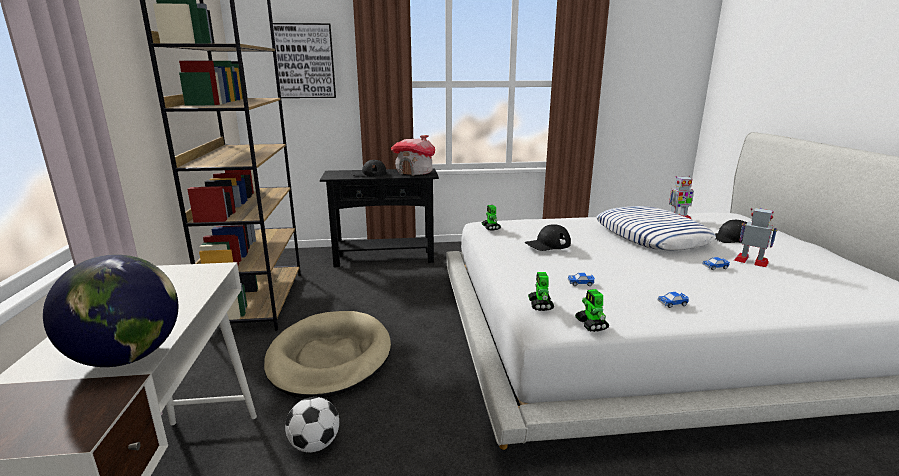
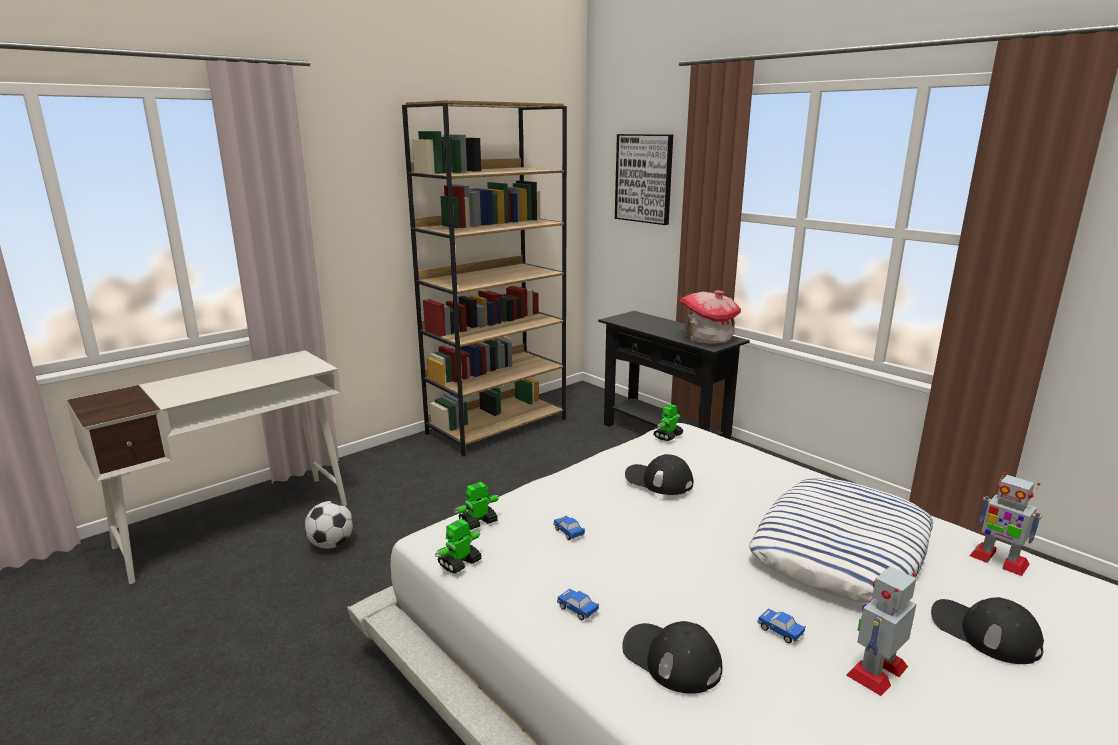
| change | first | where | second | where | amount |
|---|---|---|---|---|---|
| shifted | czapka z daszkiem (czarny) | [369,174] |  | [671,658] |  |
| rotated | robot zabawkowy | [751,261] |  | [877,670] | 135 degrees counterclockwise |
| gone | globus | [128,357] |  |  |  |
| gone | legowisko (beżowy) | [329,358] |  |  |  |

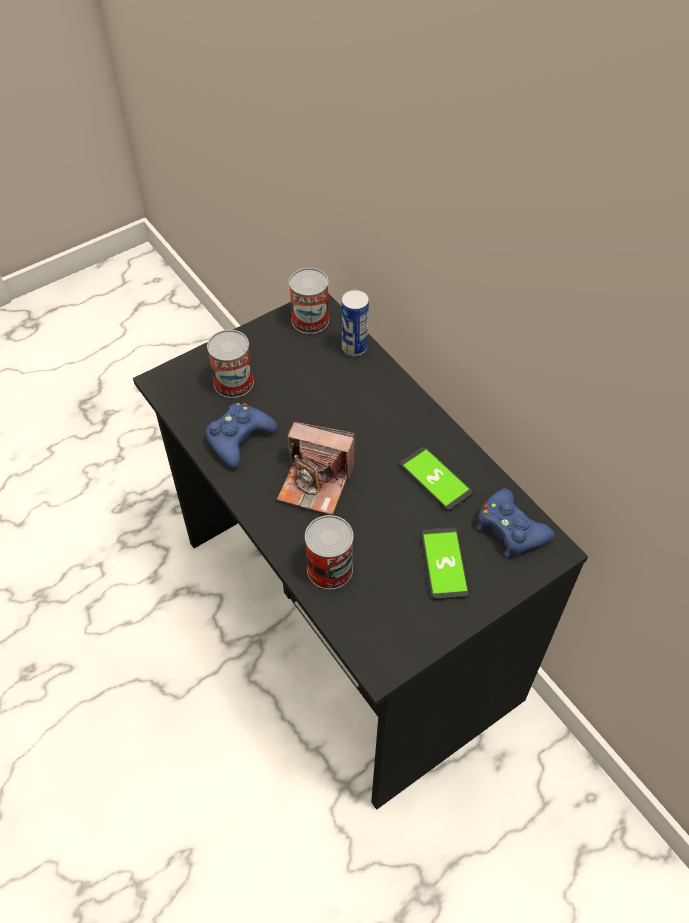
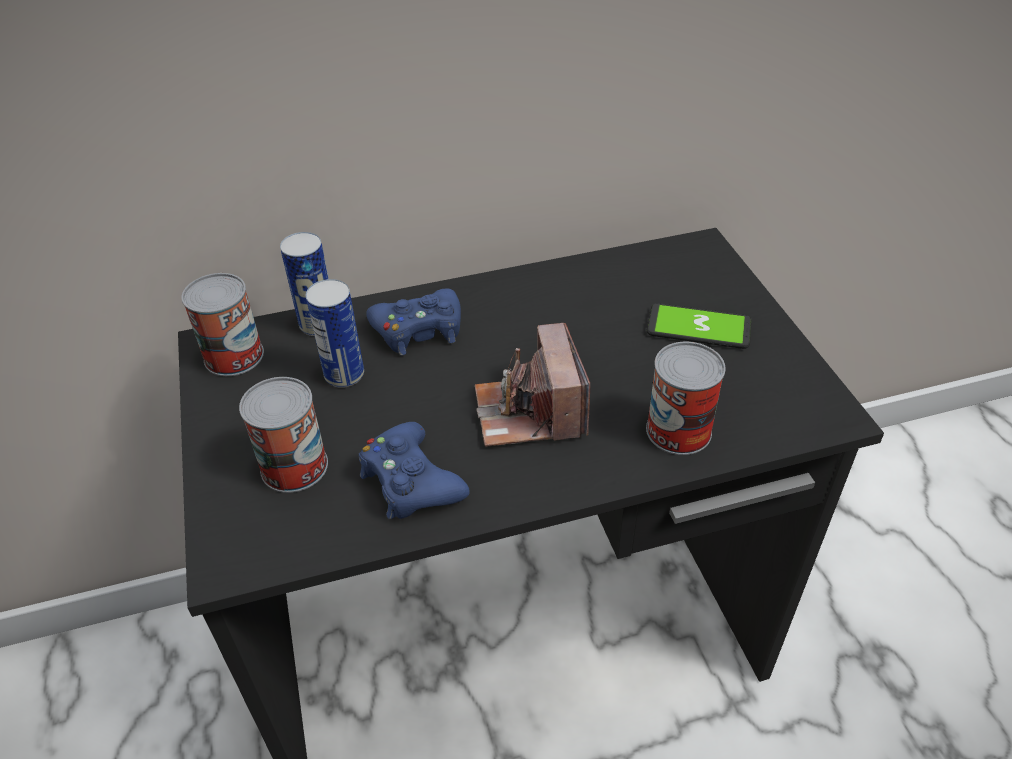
| change | first | where | second | where | amount |
|---|---|---|---|---|---|
| new |  |  | puszka | [344,375] |  |
| shifted | pad do gier (niebieski) | [510,529] |  | [419,330] |  |
| rotated | aparat fotograficzny | [316,482] |  | [529,413] | 135 degrees clockwise |
| gone | telefon | [435,479] |  |  |  |

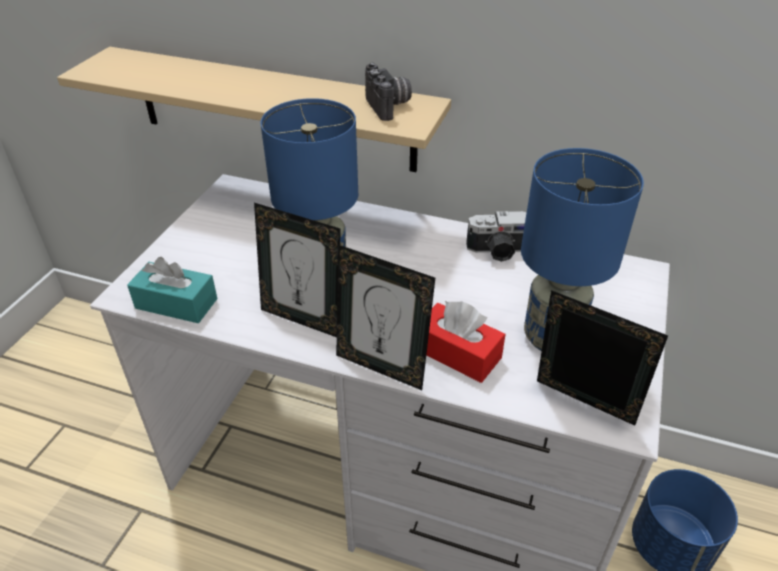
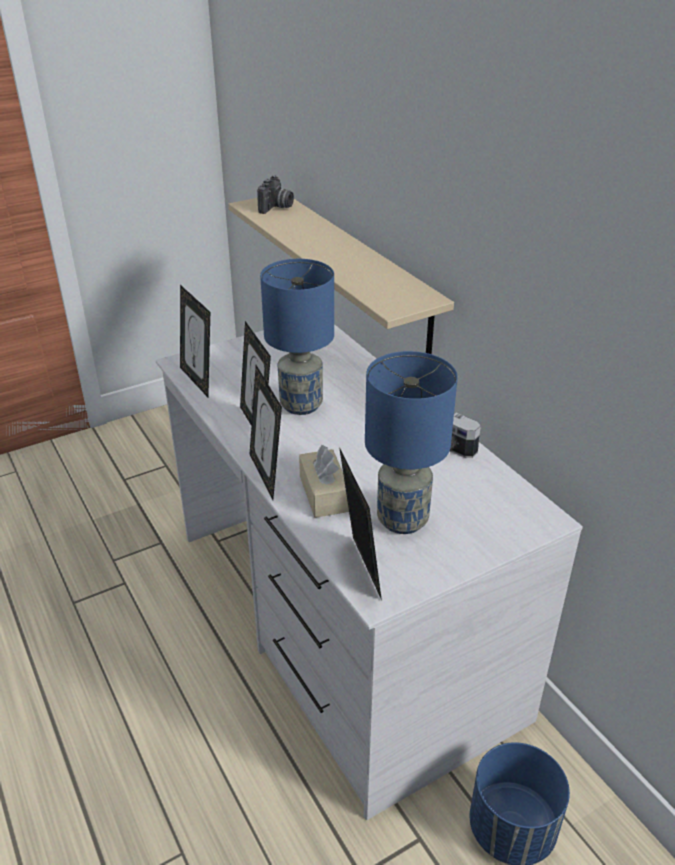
| change | first | where | second | where | amount |
|---|---|---|---|---|---|
| swapped | pudełko chusteczek (turkusowy) | [176,303] | ramka na zdjęcie | [198,380] |  |
| shifted | aparat fotograficzny | [389,106] |  | [276,208] |  |
| repainted | pudełko chusteczek (czerwony) | [457,353] | pudełko chusteczek (beżowy) | [324,493] |  |

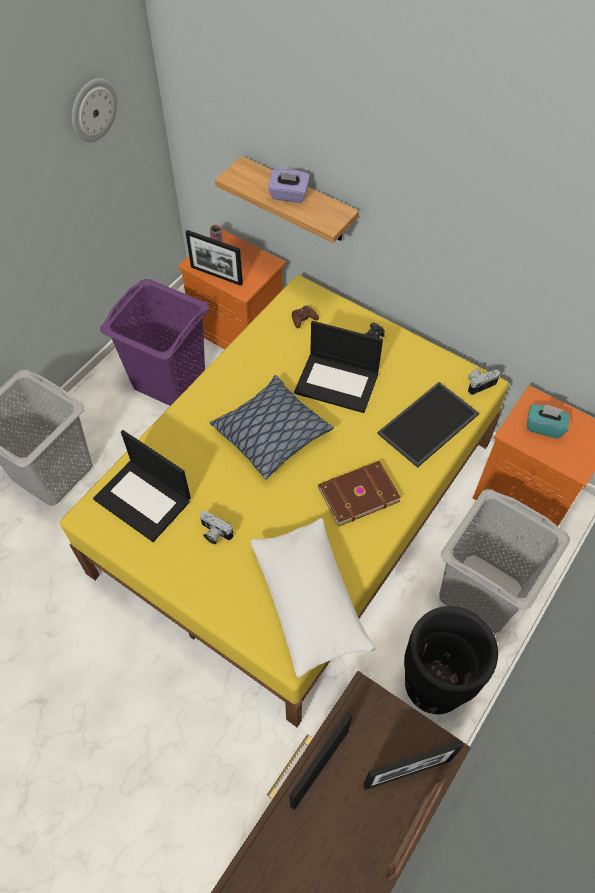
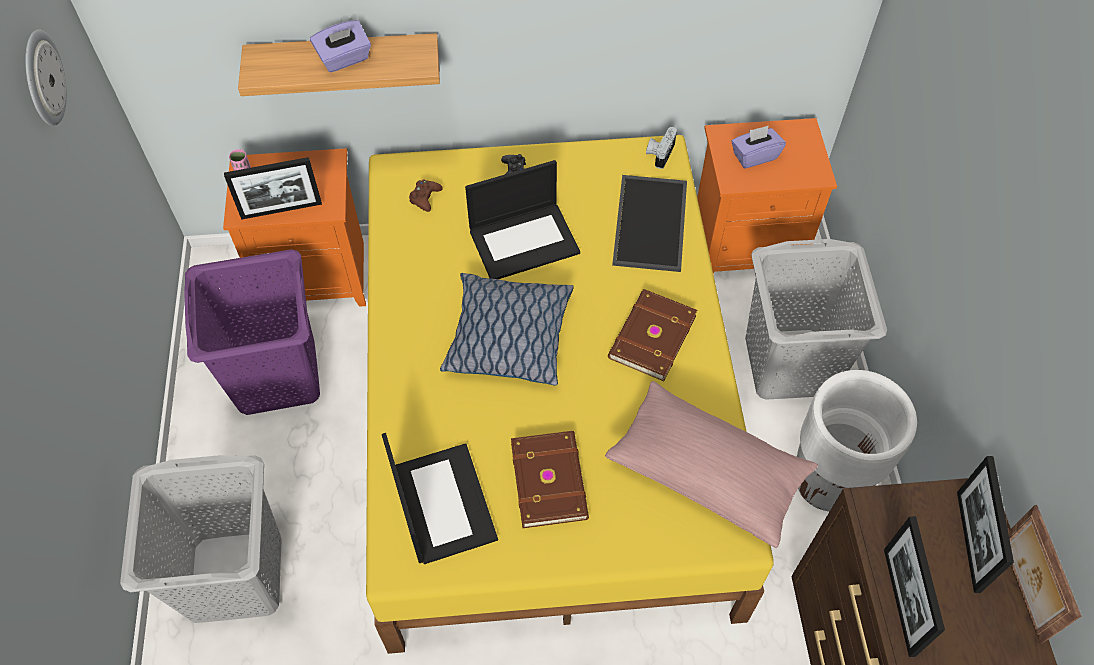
| change | first | where | second | where | amount |
|---|---|---|---|---|---|
| rotated | laptop | [144,499] |  | [441,502] | 105 degrees counterclockwise |
| swapped | aparat fotograficzny | [214,533] | książka (brązowy) | [550,480] |  |
| repainted | poduszka (biały) | [310,601] | poduszka (różowy) | [707,472] |  |
| repainted | pudełko chusteczek (turkusowy) | [544,427] | pudełko chusteczek (fioletowy) | [754,156] |  |
| repainted | donica (czarny) | [433,686] | donica (biały) | [827,482] |  |
| rotated | ramka na zdjęcie | [407,772] |  | [968,541] | 150 degrees clockwise |

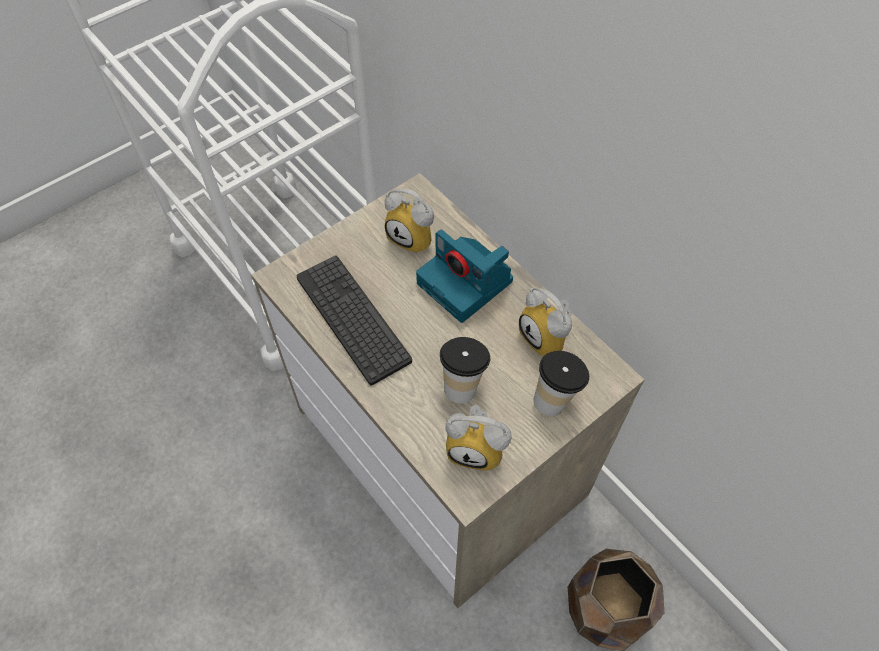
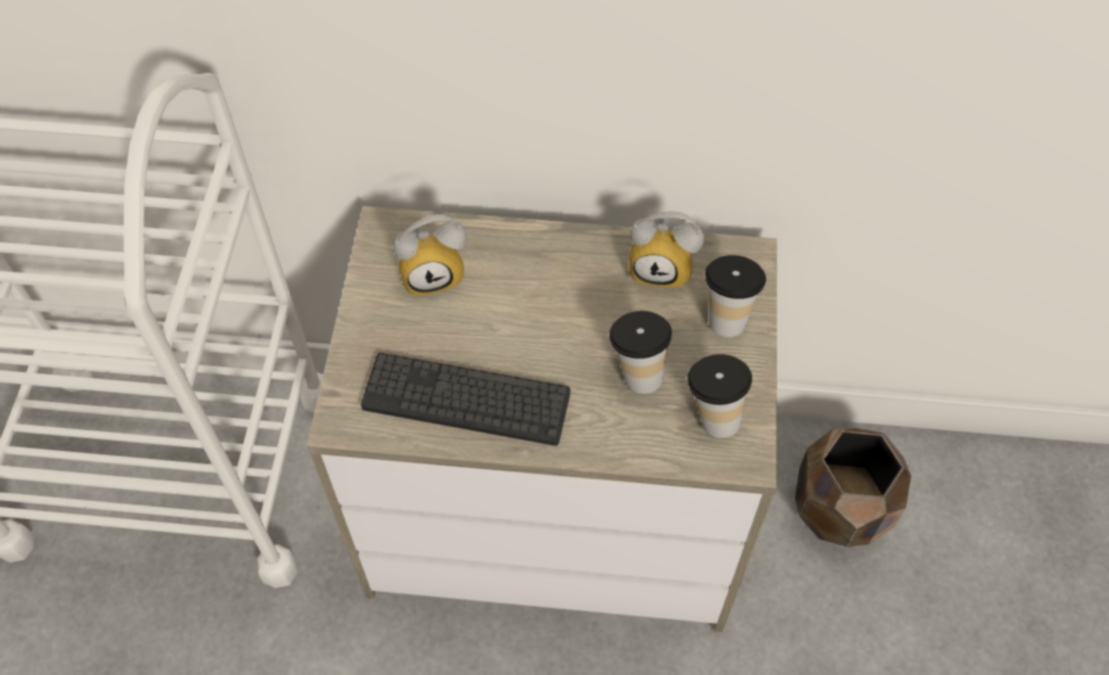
| change | first | where | second | where | amount |
|---|---|---|---|---|---|
| swapped | budzik | [477,448] | filiżanka | [712,414] |  |
| gone | aparat fotograficzny | [467,283] |  |  |  |

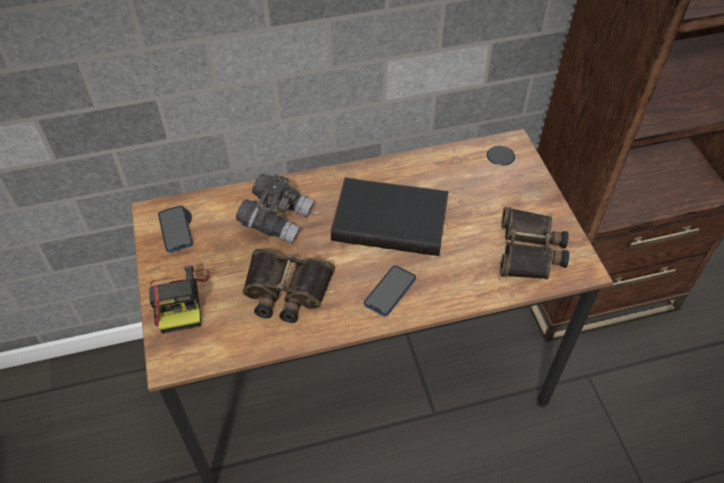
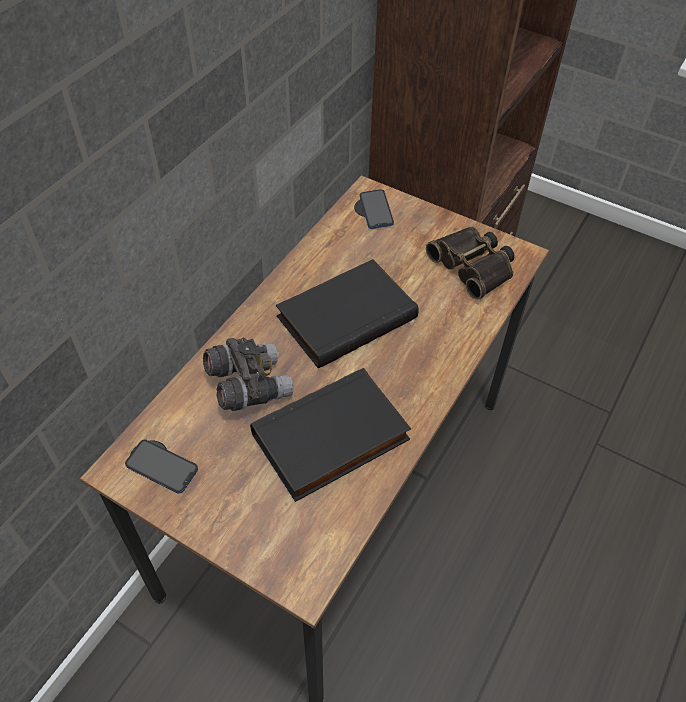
| change | first | where | second | where | amount |
|---|---|---|---|---|---|
| swapped | lornetka | [285,291] | książka (czarny) | [331,440] |  |
| shifted | telefon | [390,291] |  | [376,210] |  |
| gone | aparat fotograficzny | [180,300] |  |  |  |

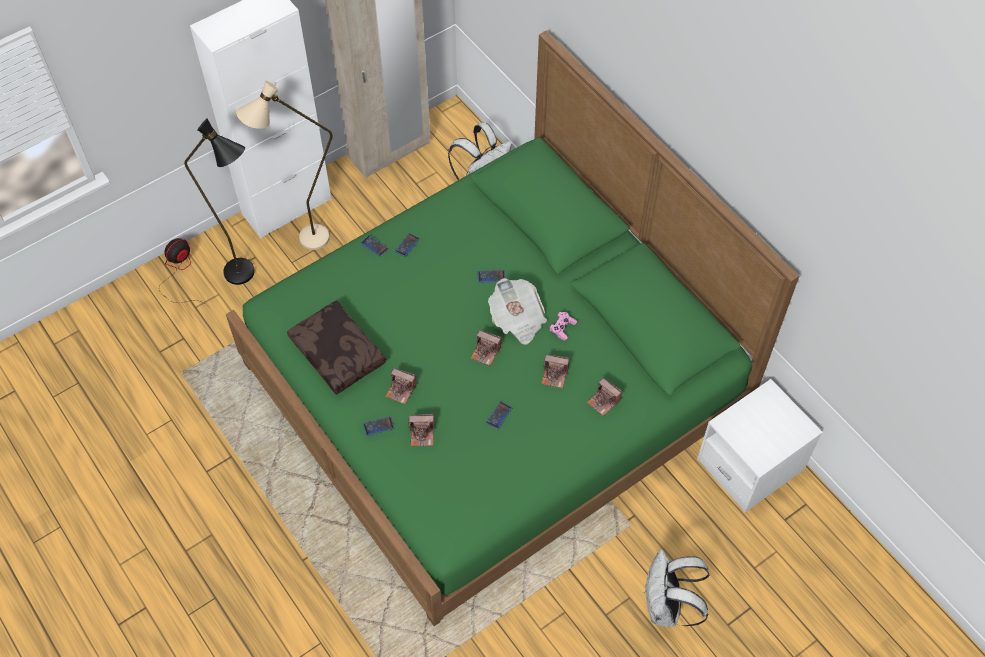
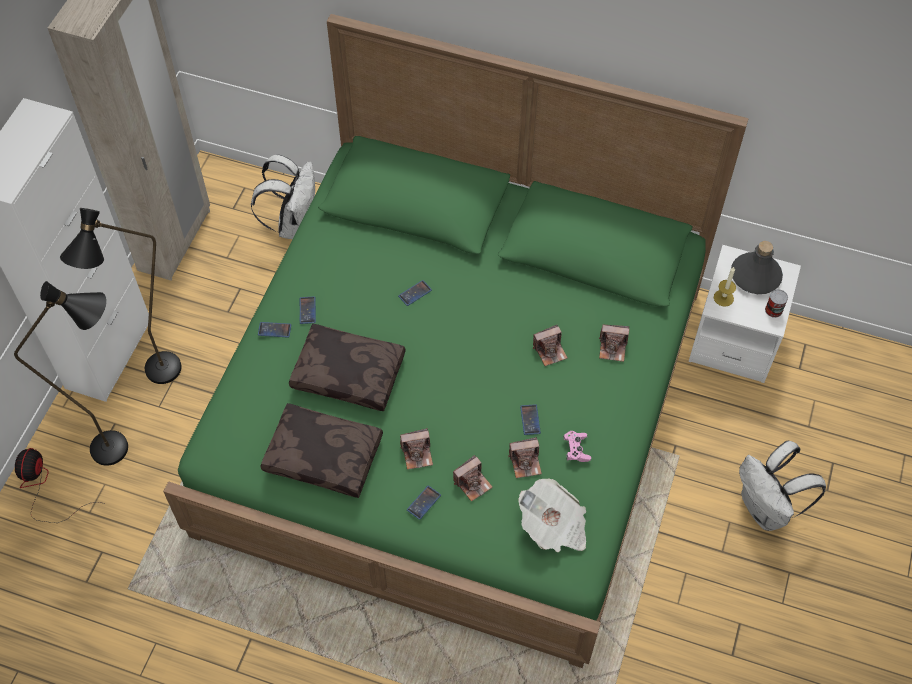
| change | first | where | second | where | amount |
|---|---|---|---|---|---|
| repainted | lampa stojąca (beżowy) | [304,243] | lampa stojąca (czarny) | [156,380] |  |
| new |  |  | poduszka (brązowy) | [350,373] |  |
| shifted | aparat fotograficzny | [485,352] |  | [525,463] |  |
| shifted | gazeta | [517,319] |  | [553,526] |  |
| shifted | pad do gier (różowy) | [562,328] |  | [576,449] |  |
| new |  |  | świeca | [723,298] |  |
| new |  |  | butelka (szary) | [755,276] |  |
| new |  |  | puszka | [773,310] |  |

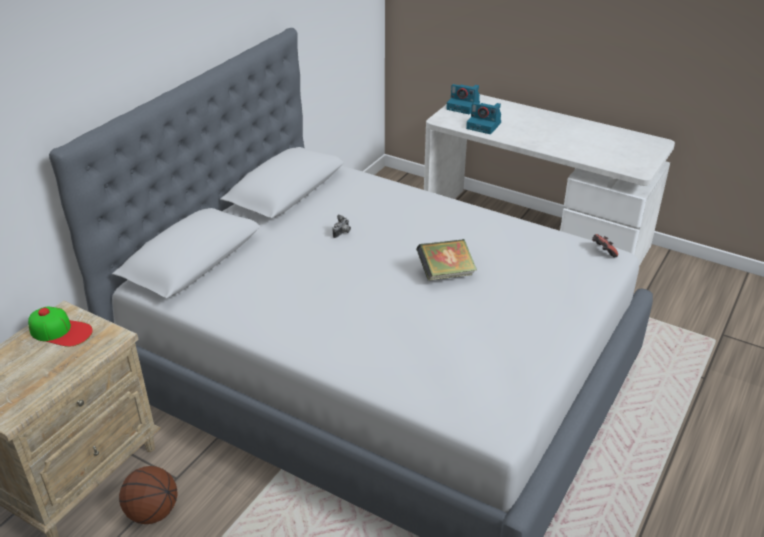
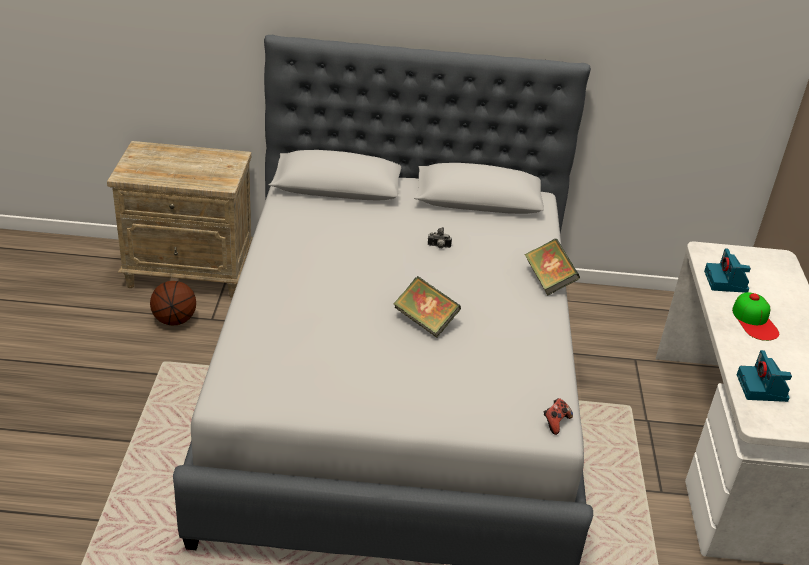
| change | first | where | second | where | amount |
|---|---|---|---|---|---|
| new |  |  | książka | [549,280] |  |
| shifted | czapka z daszkiem | [60,331] |  | [754,321] |  |
| shifted | aparat fotograficzny | [464,106] |  | [762,388] |  |

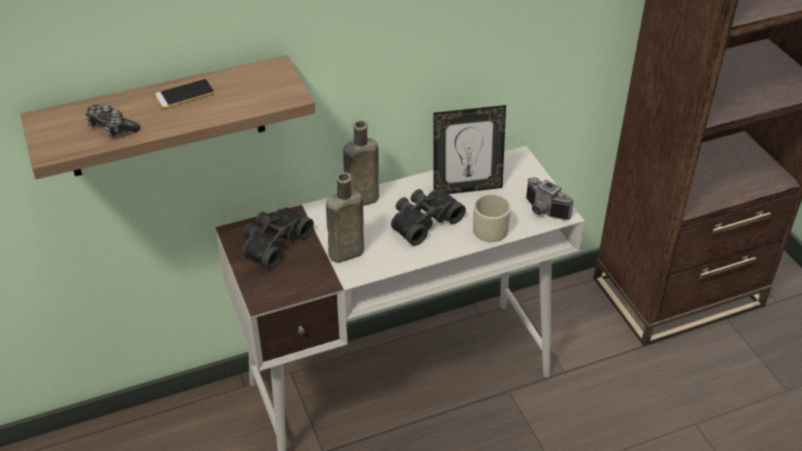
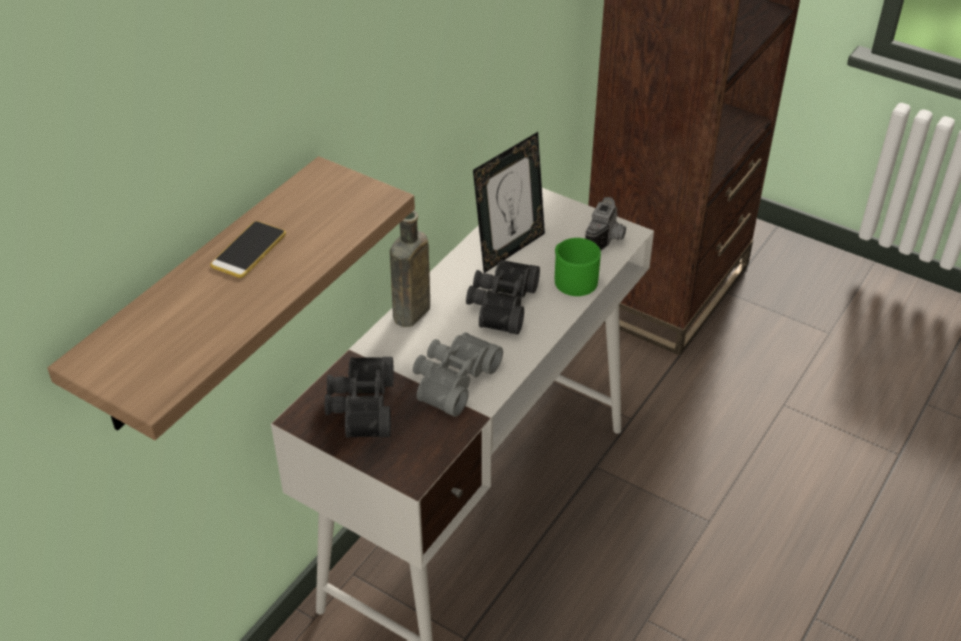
| change | first | where | second | where | amount |
|---|---|---|---|---|---|
| swapped | butelka (brązowy) | [344,254] | lornetka (szary) | [452,380] |  |
| repainted | kubek (beżowy) | [490,226] | kubek (zielony) | [572,278] |  |
| rotated | aparat fotograficzny | [543,211] |  | [607,239] | 75 degrees counterclockwise |
| gone | pad do gier | [111,127] |  |  |  |

